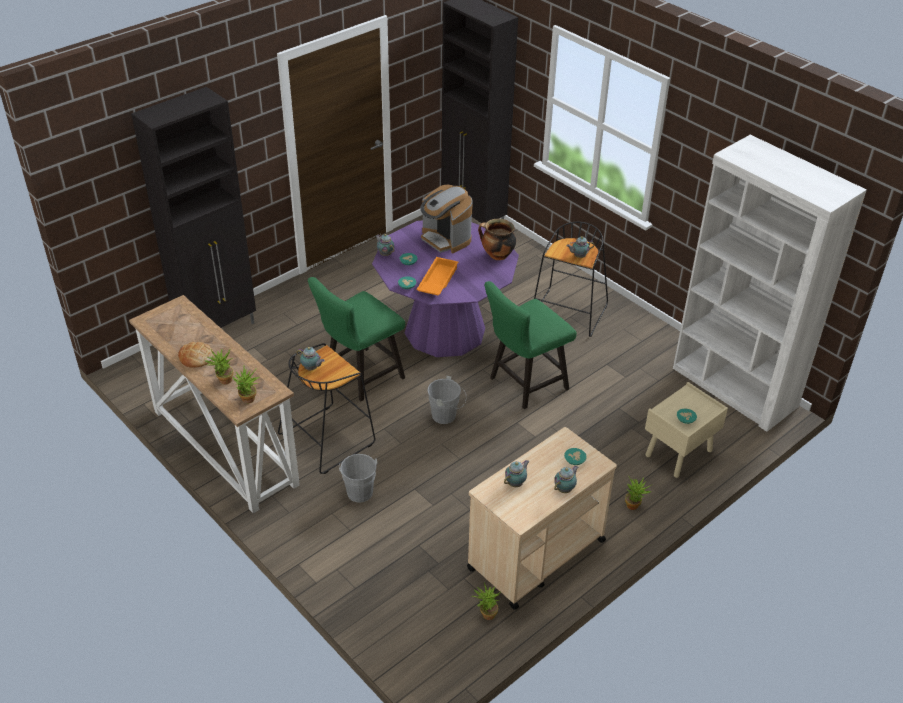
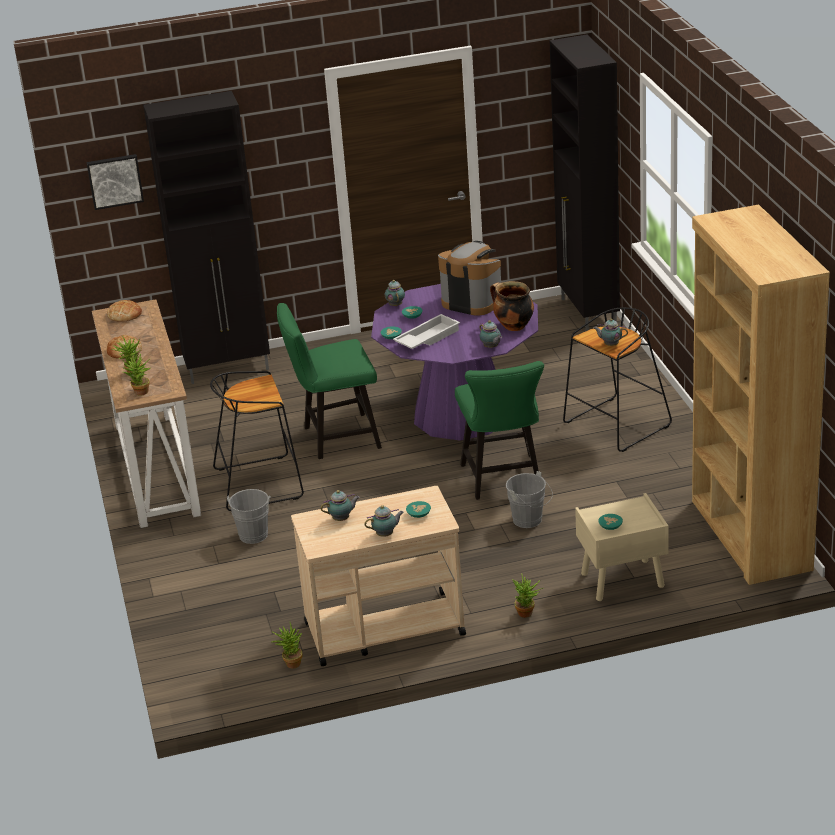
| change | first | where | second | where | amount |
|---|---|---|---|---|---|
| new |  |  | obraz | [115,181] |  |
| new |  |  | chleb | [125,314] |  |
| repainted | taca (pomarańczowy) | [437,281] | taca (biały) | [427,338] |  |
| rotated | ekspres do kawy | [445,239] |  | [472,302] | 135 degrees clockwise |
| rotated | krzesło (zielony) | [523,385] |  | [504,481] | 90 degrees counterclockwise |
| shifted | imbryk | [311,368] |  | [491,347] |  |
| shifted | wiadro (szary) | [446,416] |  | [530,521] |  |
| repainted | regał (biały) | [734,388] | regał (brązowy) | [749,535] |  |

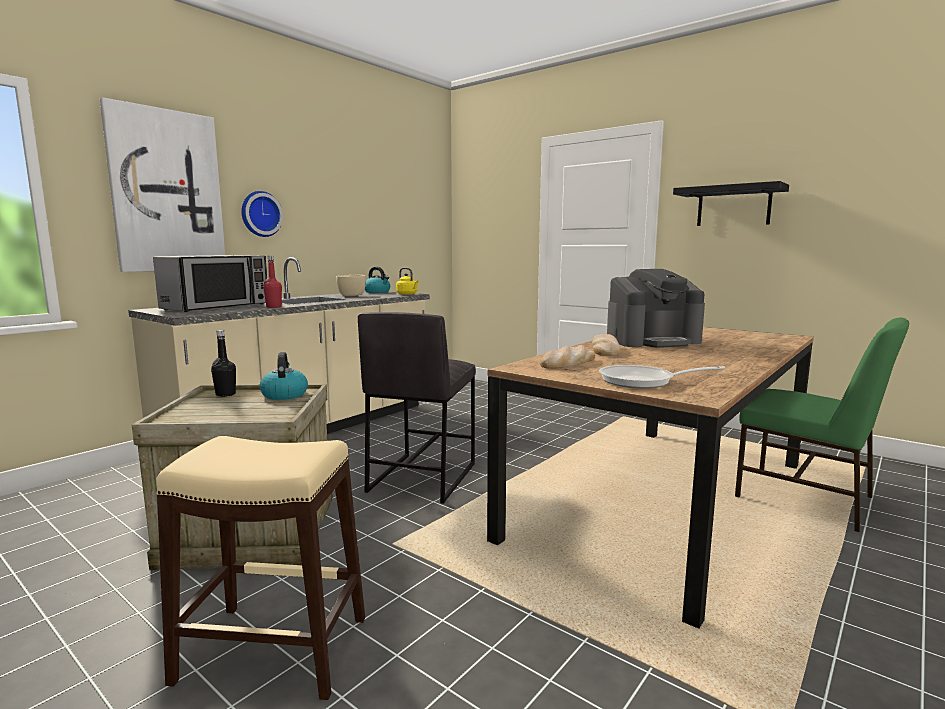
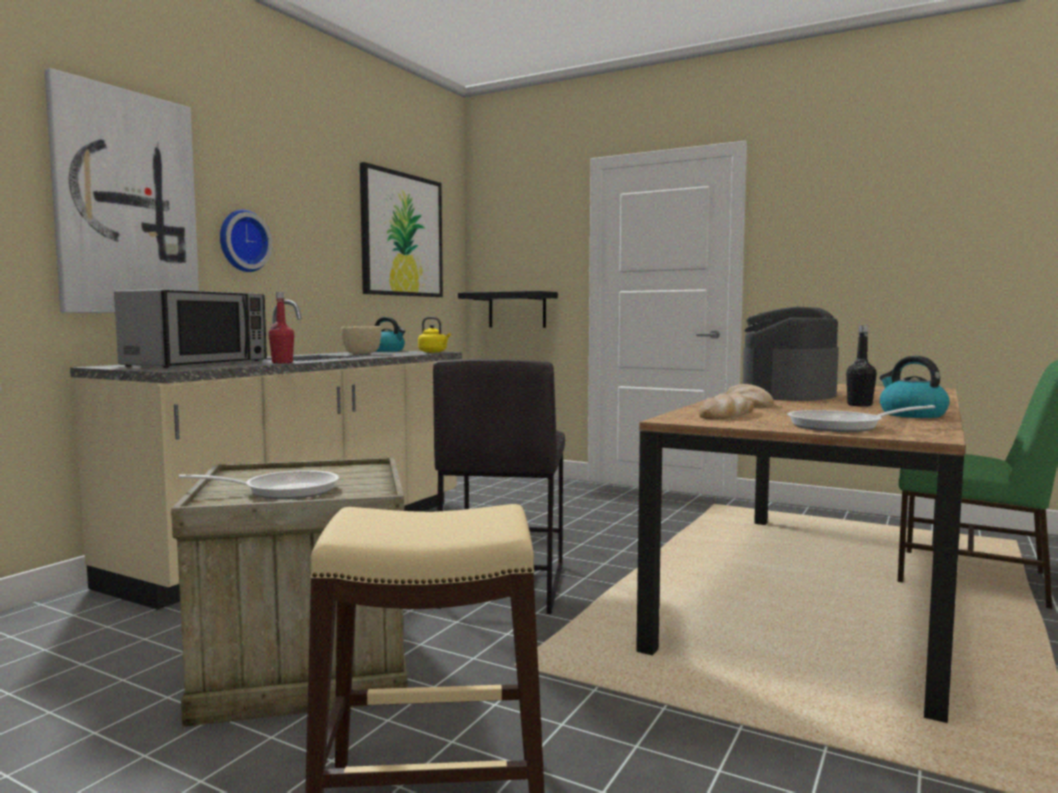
| change | first | where | second | where | amount |
|---|---|---|---|---|---|
| new |  |  | patelnia | [283,491] |  |
| new |  |  | obraz | [402,235] |  |
| shifted | półka (czarny) | [733,206] |  | [517,310] |  |
| rotated | ekspres do kawy | [652,341] |  | [788,395] | 150 degrees clockwise |
| shifted | butelka (czarny) | [225,394] |  | [859,405] |  |
| shifted | czajnik | [284,394] |  | [911,414] |  |

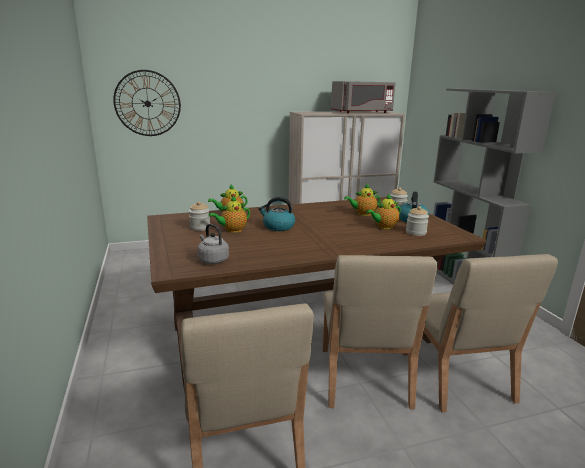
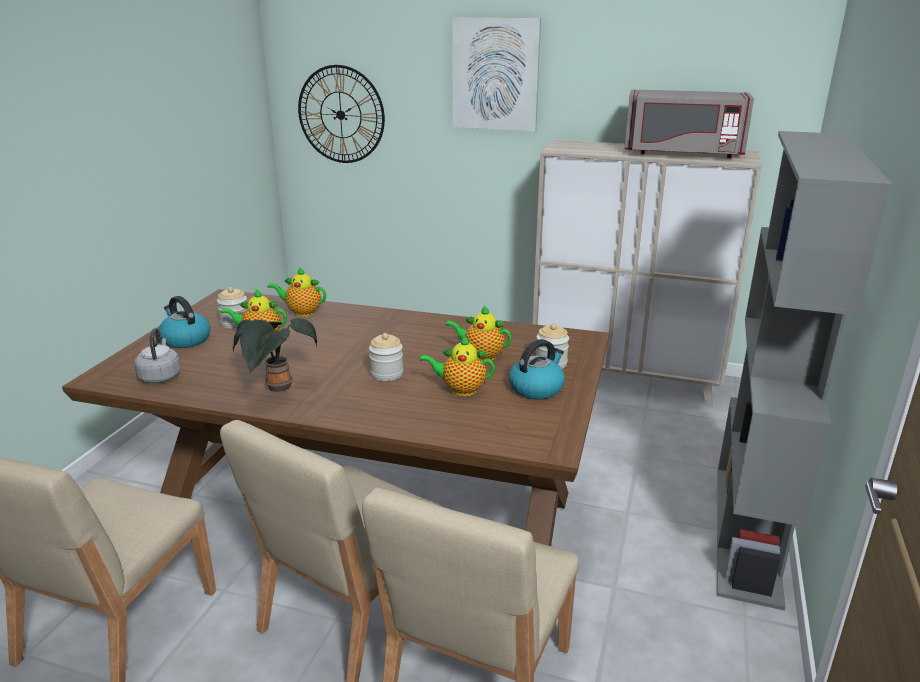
| change | first | where | second | where | amount |
|---|---|---|---|---|---|
| shifted | czajnik | [278,227] |  | [185,340] |  |
| new |  |  | roślina doniczkowa | [278,389] |  |
| shifted | słoik | [416,232] |  | [387,374] |  |
| new |  |  | obraz | [495,74] |  |

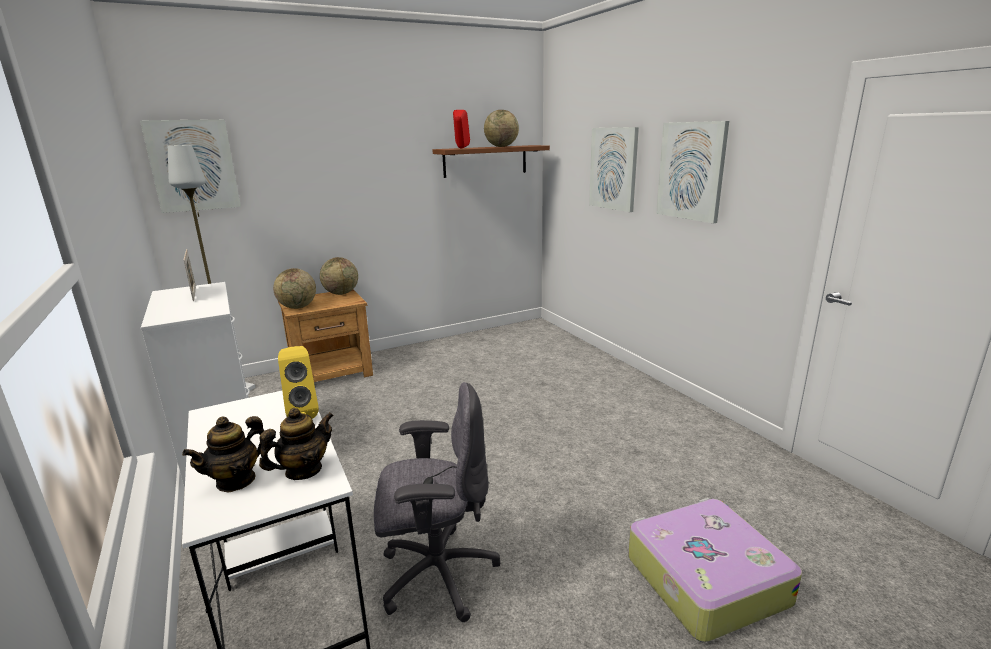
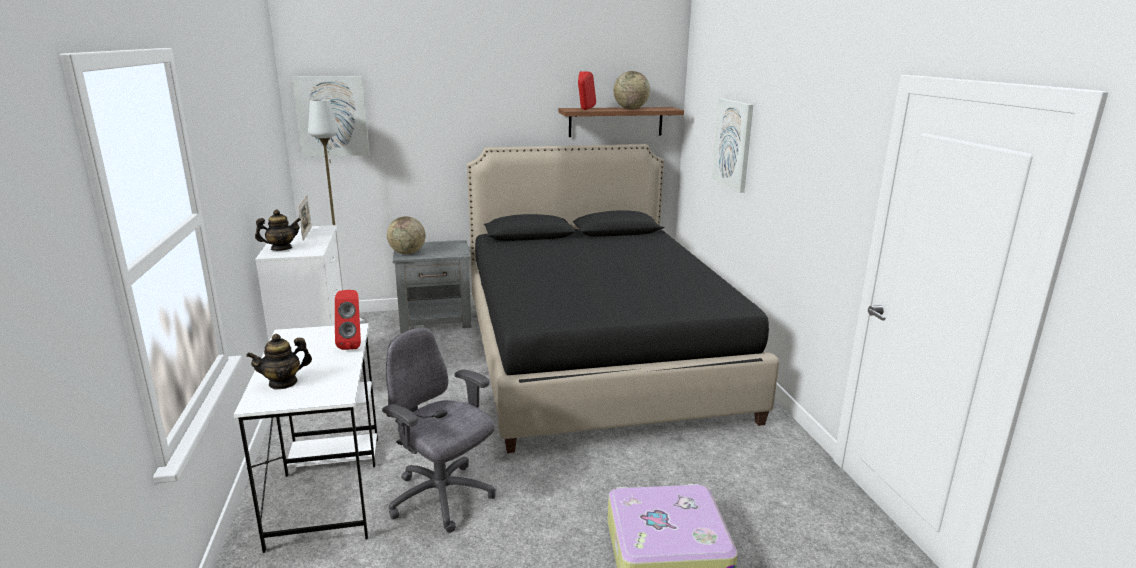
| change | first | where | second | where | amount |
|---|---|---|---|---|---|
| shifted | imbryk | [303,471] |  | [281,248] |  |
| repainted | głośnik (żółty) | [303,413] | głośnik (czerwony) | [352,344] |  |
| rotated | krzesło biurowe (szary) | [436,574] |  | [442,498] | 150 degrees counterclockwise |
| repainted | szafka nocna (brązowy) | [333,373] | szafka nocna (szary) | [436,319] |  |
| new |  |  | łóżko (czarny) | [595,356] |  |
| gone | globus | [341,293] |  |  |  |
| gone | obraz | [691,171] |  |  |  |

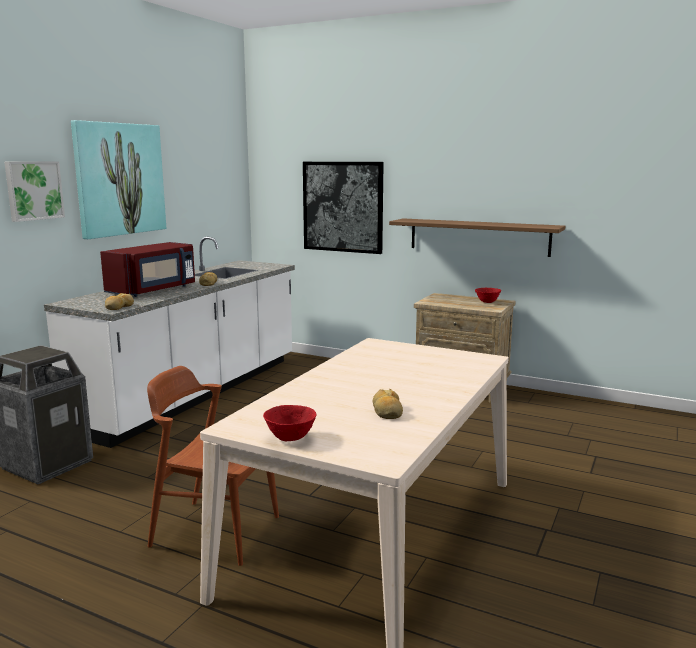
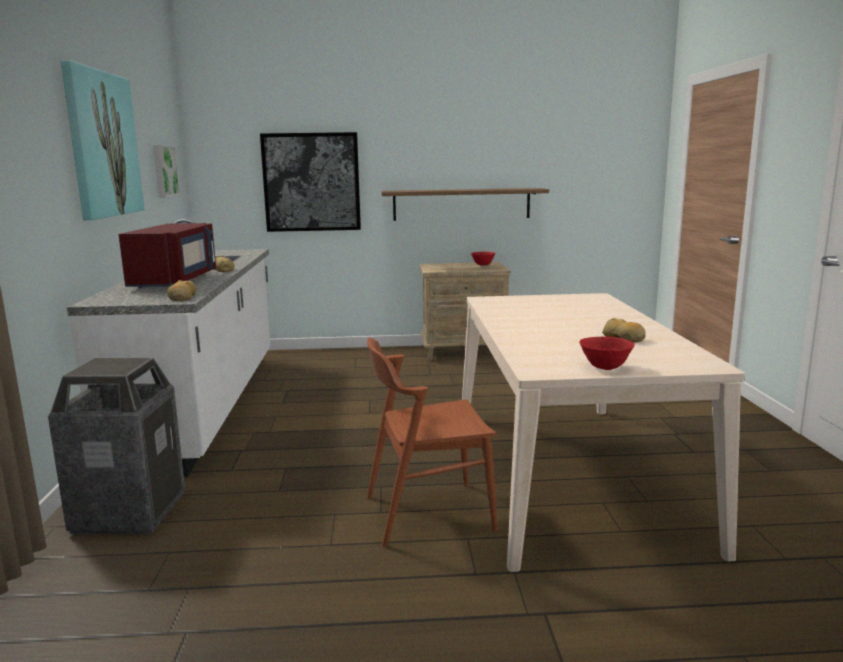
| change | first | where | second | where | amount |
|---|---|---|---|---|---|
| shifted | obraz | [33,190] |  | [164,171] |  |

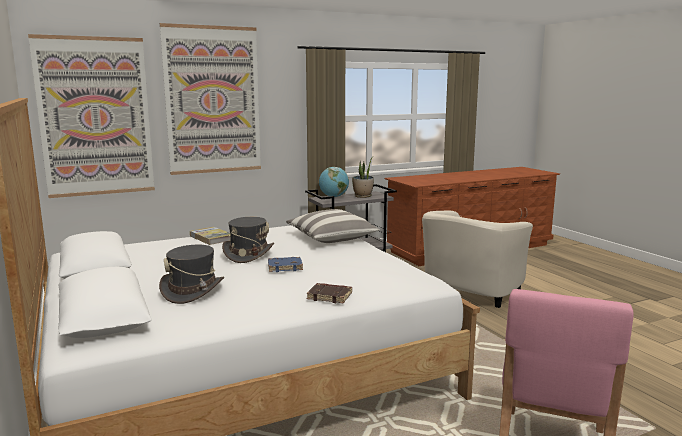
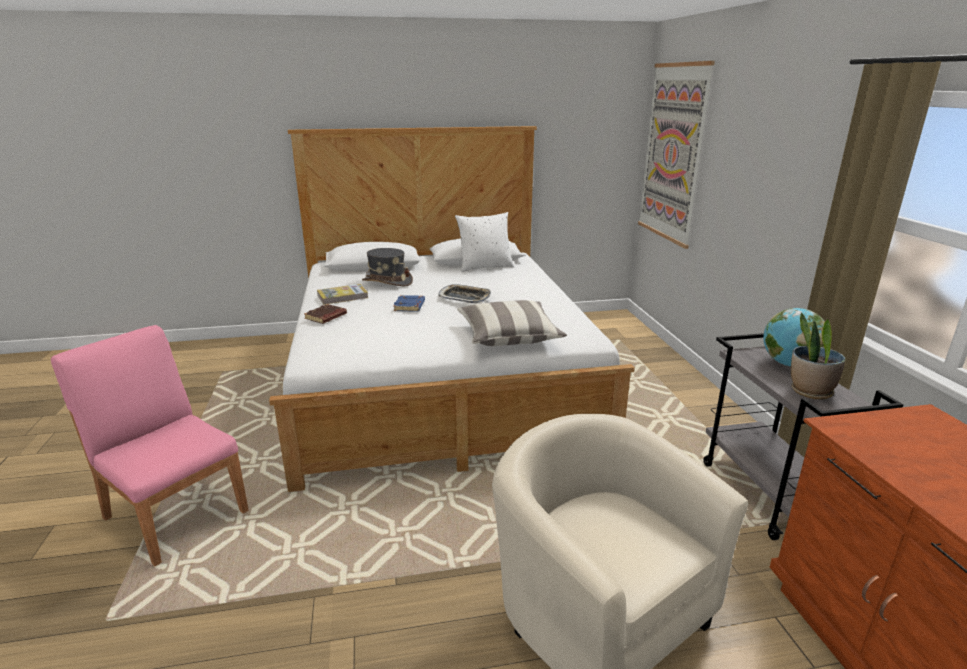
| change | first | where | second | where | amount |
|---|---|---|---|---|---|
| shifted | książka | [211,238] |  | [342,296] |  |
| swapped | kapelusz (szary) | [248,254] | taca | [464,297] |  |
| new |  |  | poduszka (biały) | [484,267] |  |
| gone | obraz | [213,100] |  |  |  |

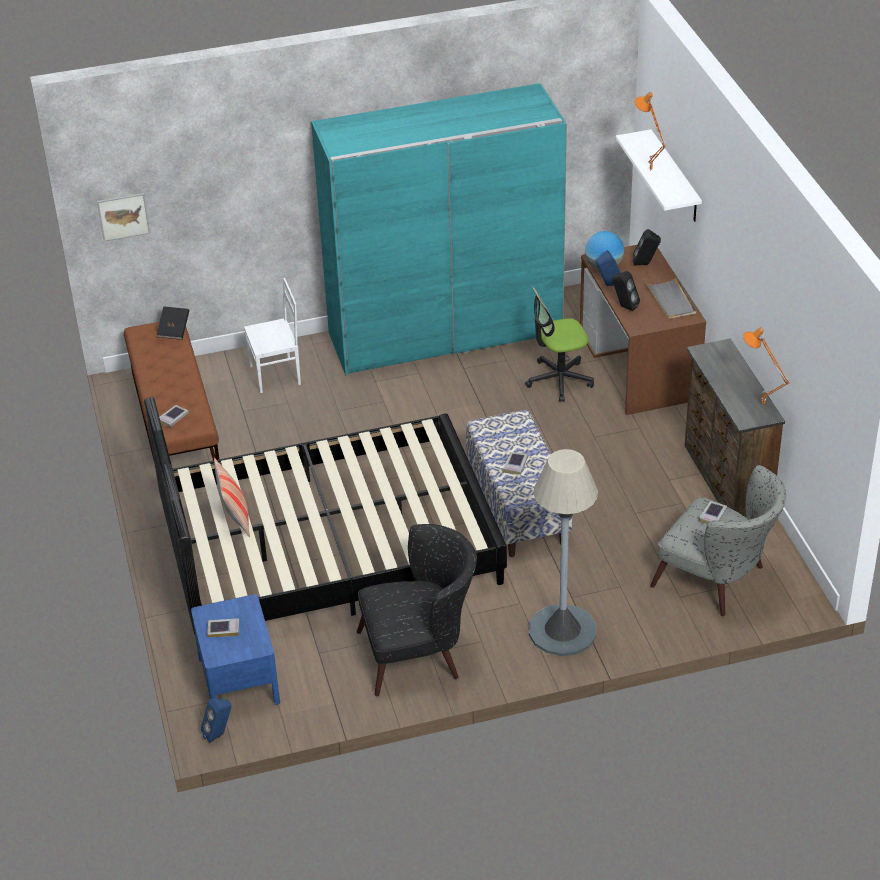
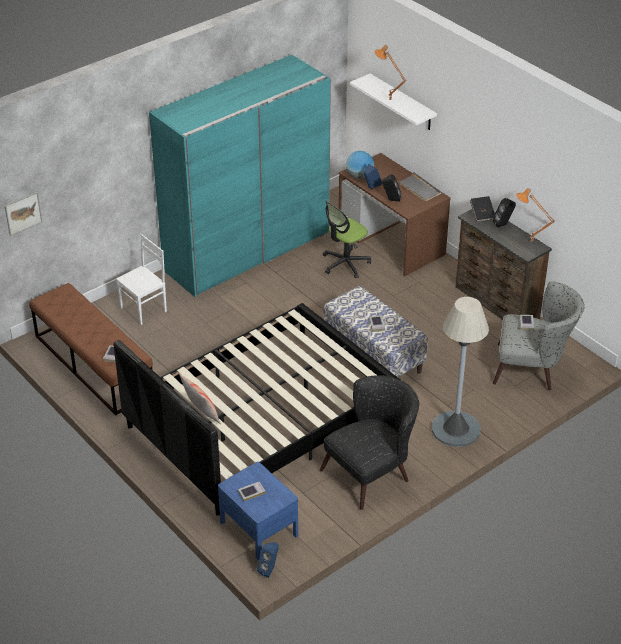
| change | first | where | second | where | amount |
|---|---|---|---|---|---|
| shifted | książka (czarny) | [174,330] |  | [482,214] |  |
| shifted | głośnik (czarny) | [645,264] |  | [503,225] |  |

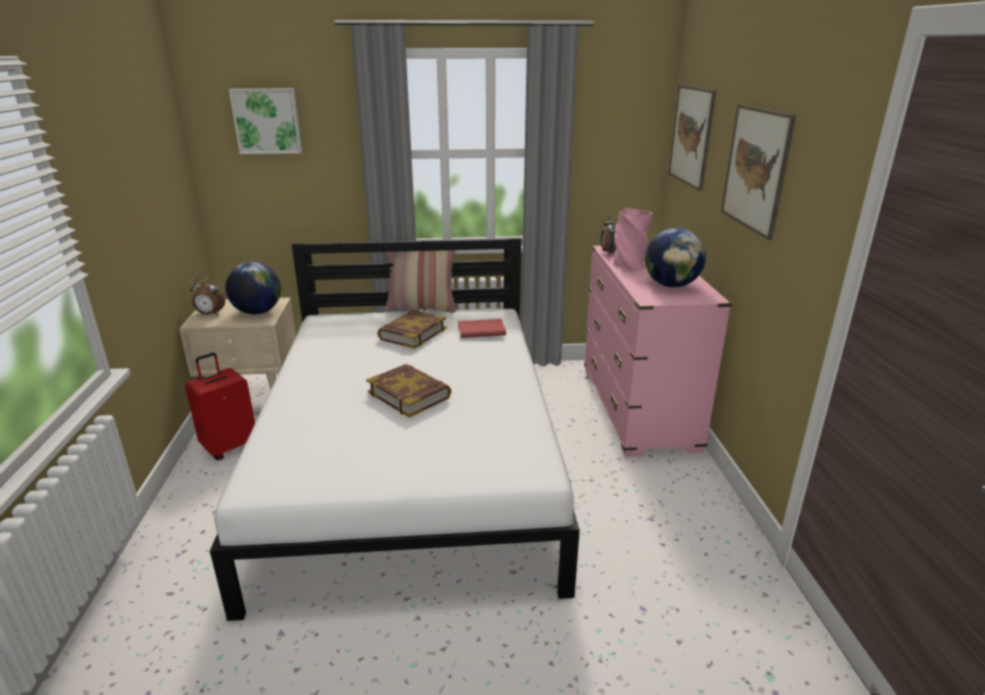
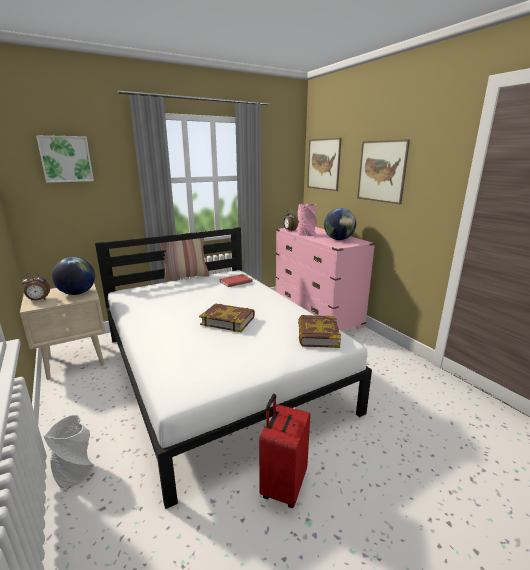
| change | first | where | second | where | amount |
|---|---|---|---|---|---|
| new |  |  | wazon (szary) | [75,470] |  |
| shifted | walizka (czerwony) | [230,446] |  | [283,485] |  |
| shifted | książka | [412,333] |  | [317,335] |  |

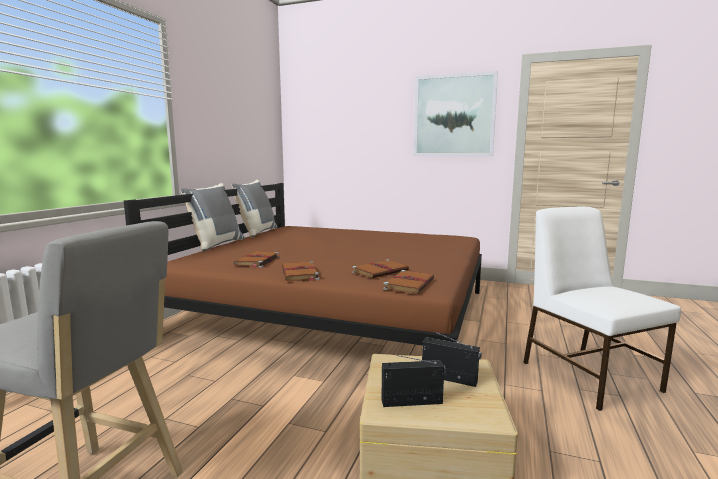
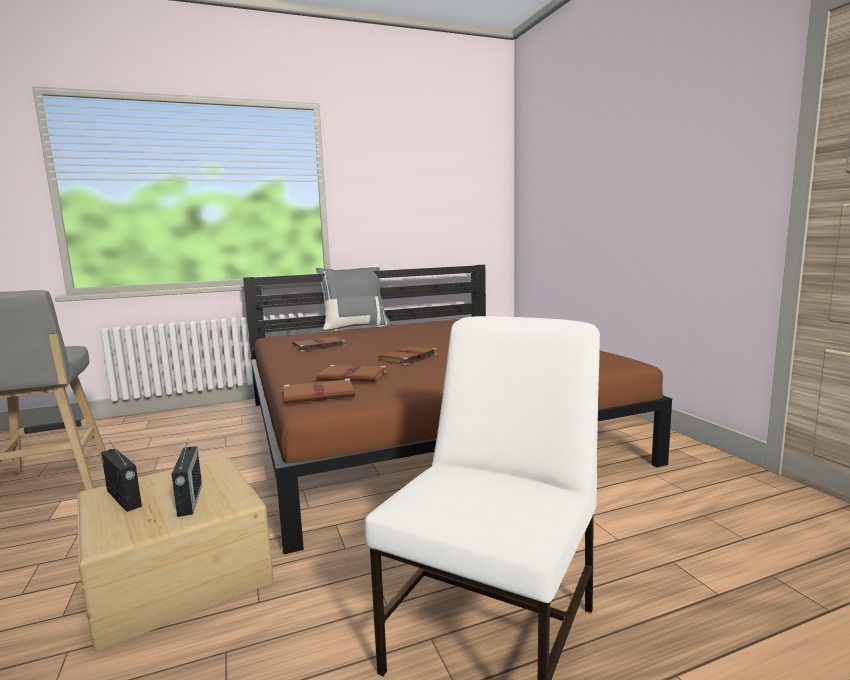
| change | first | where | second | where | amount |
|---|---|---|---|---|---|
| shifted | książka (brązowy) | [300,274] |  | [407,358] |  |
| gone | poduszka (szary) | [256,232] |  |  |  |
| gone | obraz | [454,116] |  |  |  |

